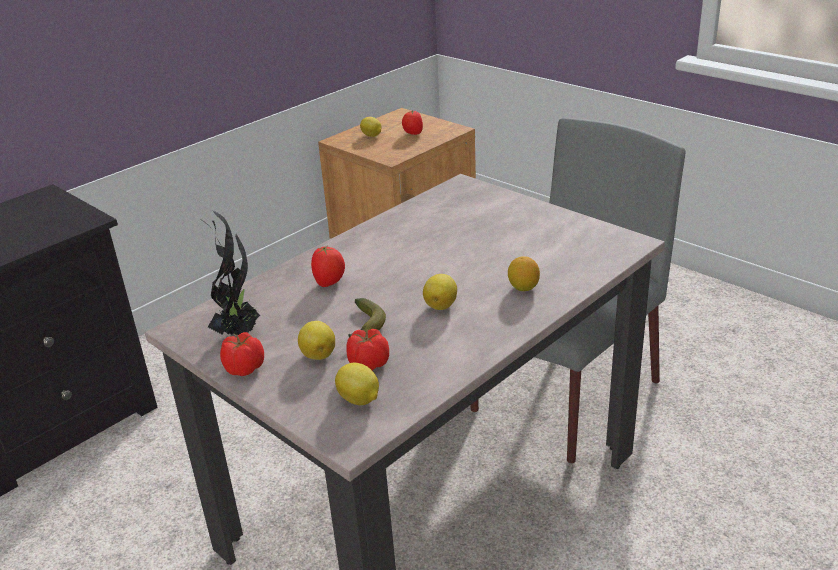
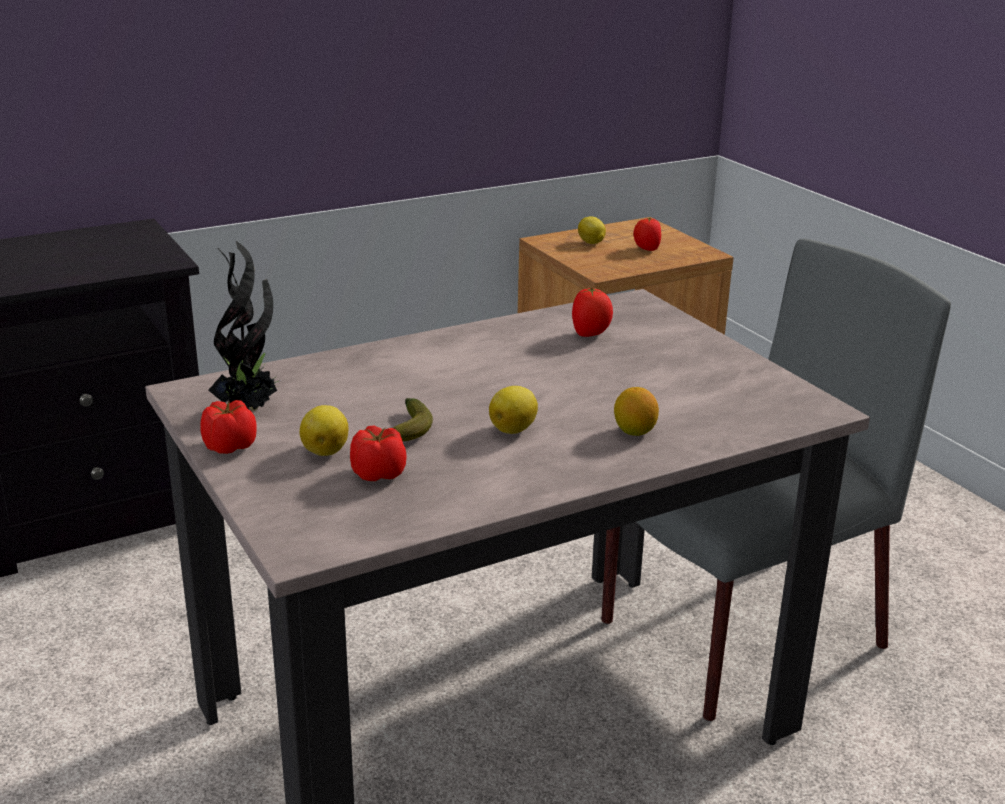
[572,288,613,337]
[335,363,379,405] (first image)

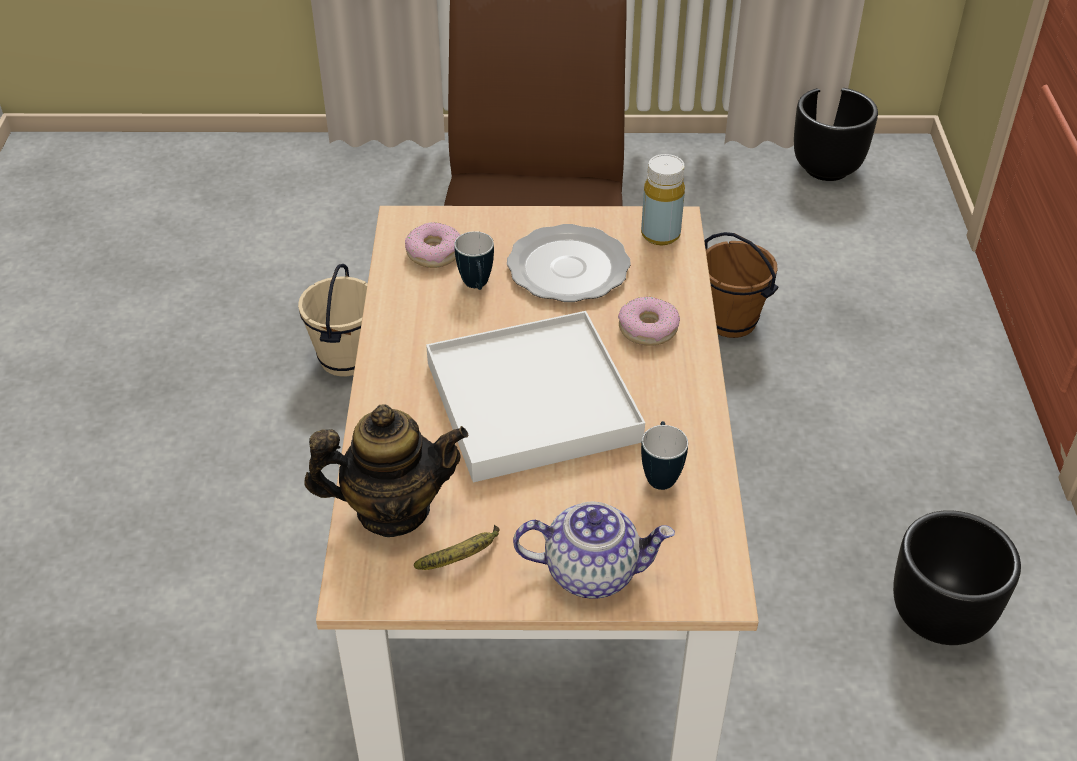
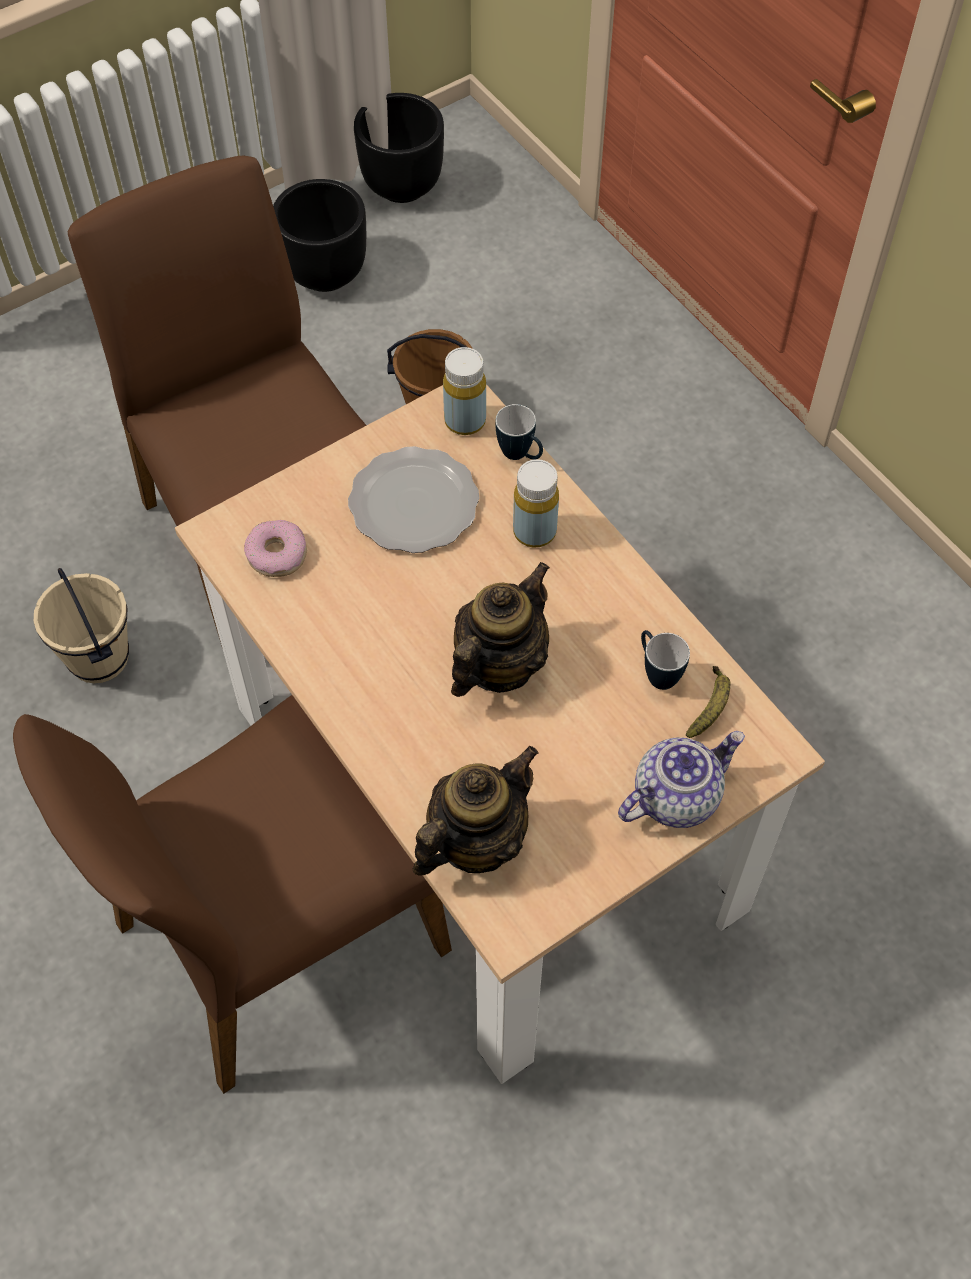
[13,695,452,1094]
[273,179,366,292]
[451,562,550,697]
[495,404,543,460]
[513,459,559,547]
[686,666,730,738]

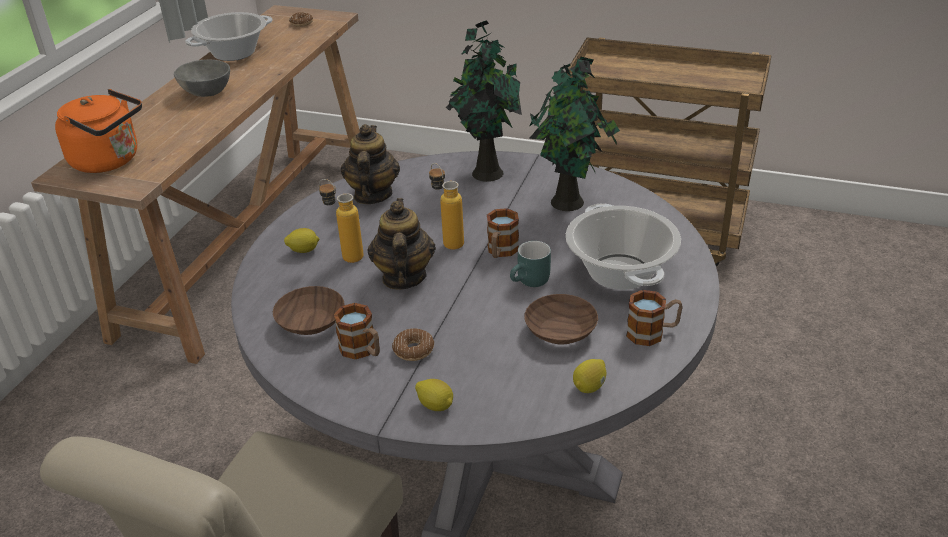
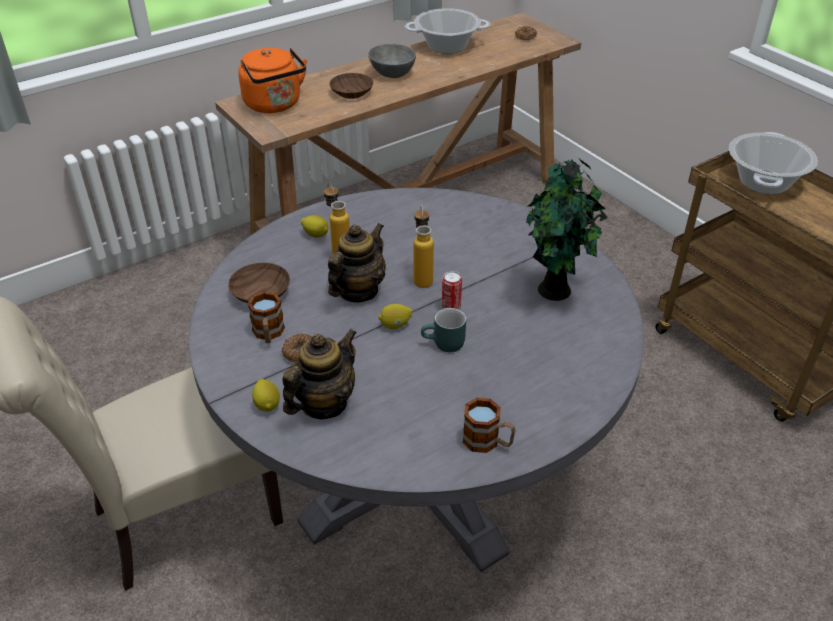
[282,329,357,419]
[330,73,373,99]
[378,304,412,329]
[442,271,462,309]
[729,132,818,194]
[446,20,522,182] (first image)

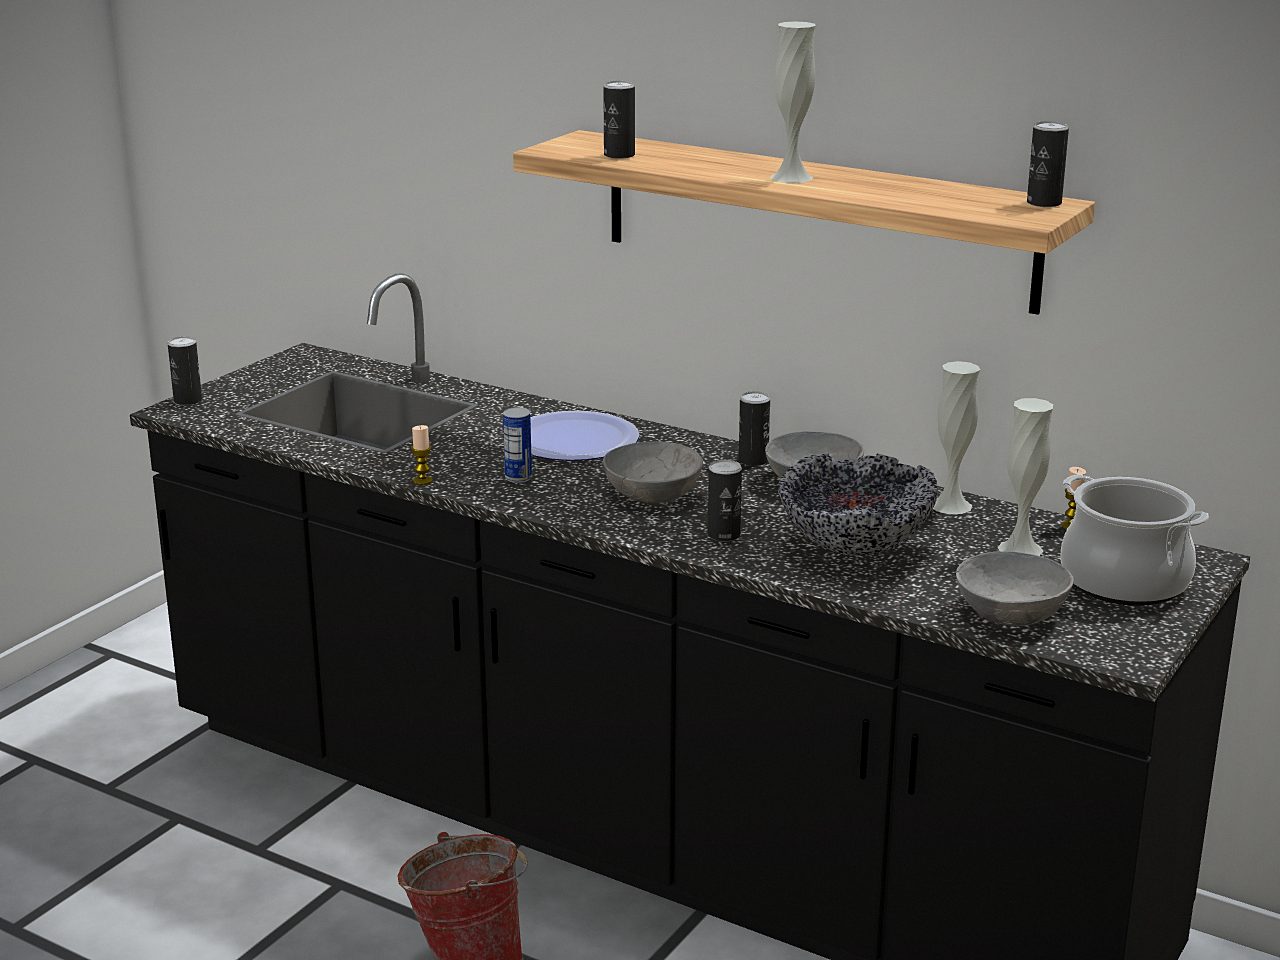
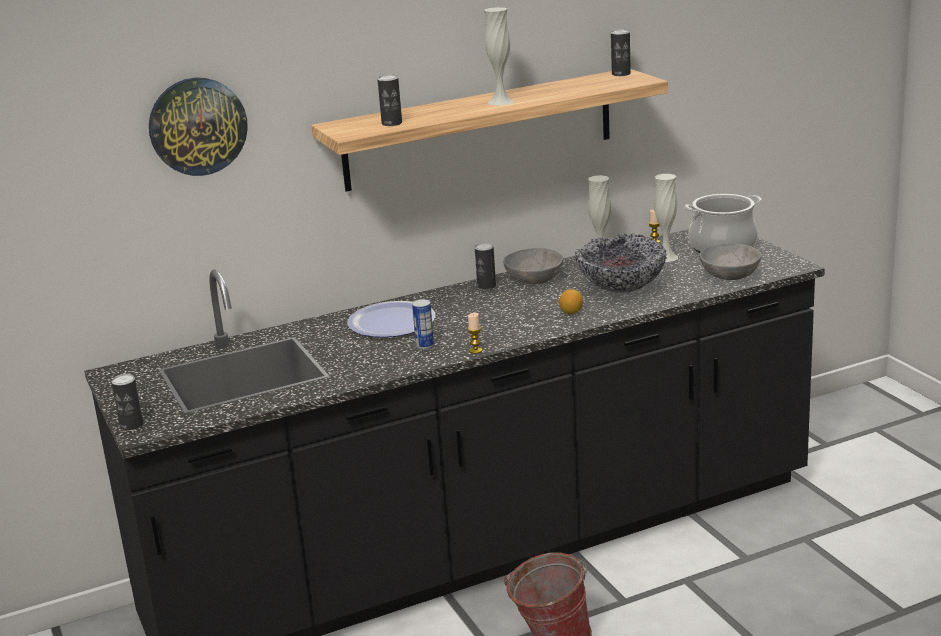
[149,78,248,176]
[467,313,482,354]
[559,289,583,315]
[603,441,703,503] (first image)

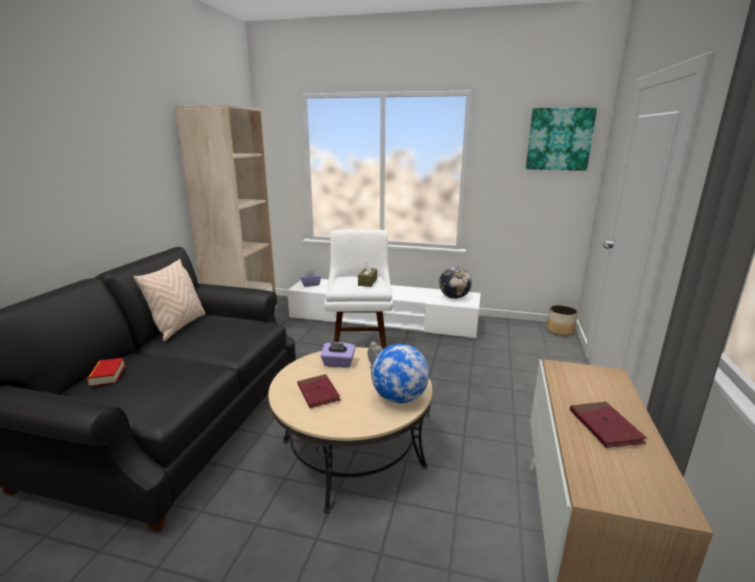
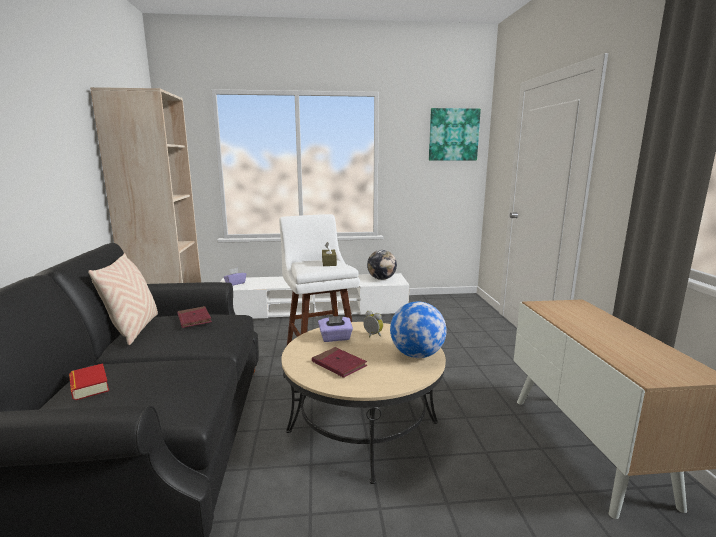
[177,306,212,328]
[546,305,578,336] (first image)

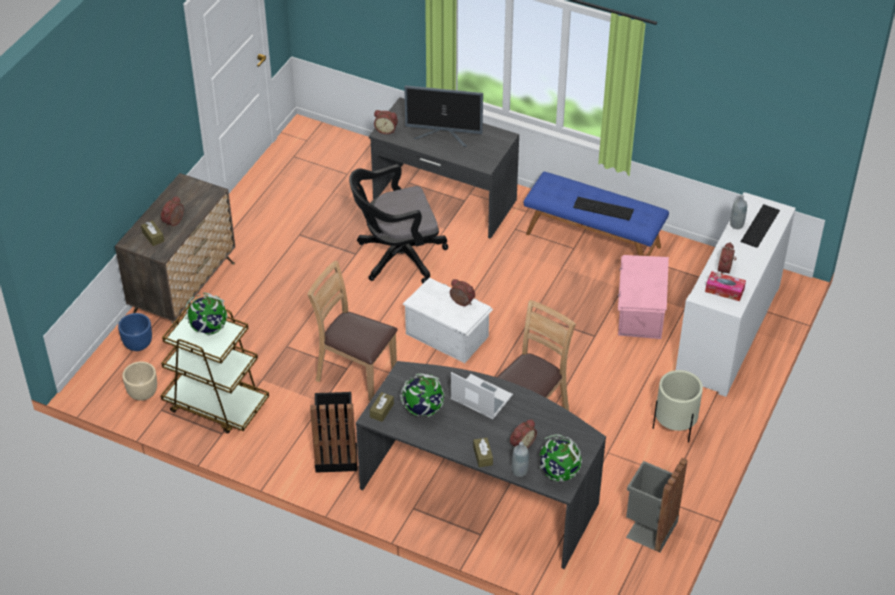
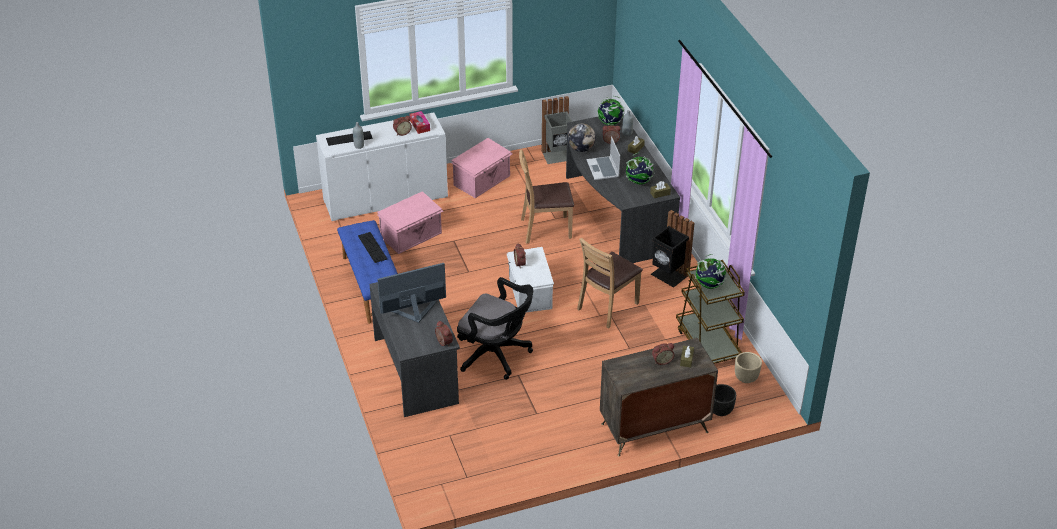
[377,263,446,323]
[451,138,512,198]
[567,123,596,152]
[577,237,643,329]
[713,384,736,416]

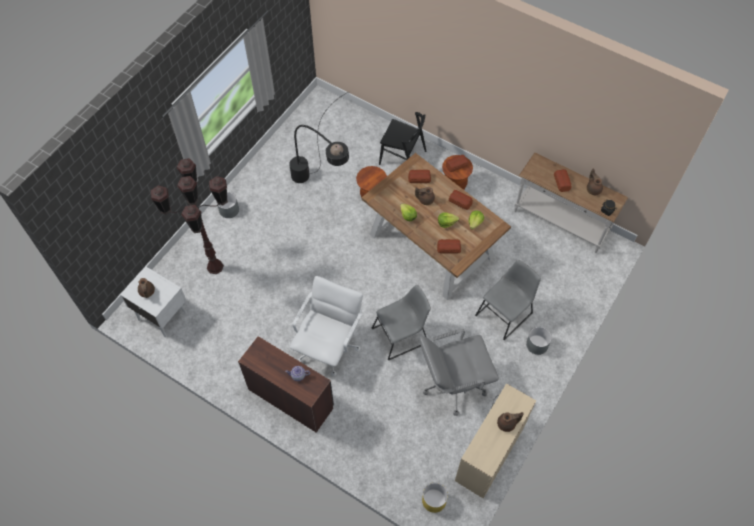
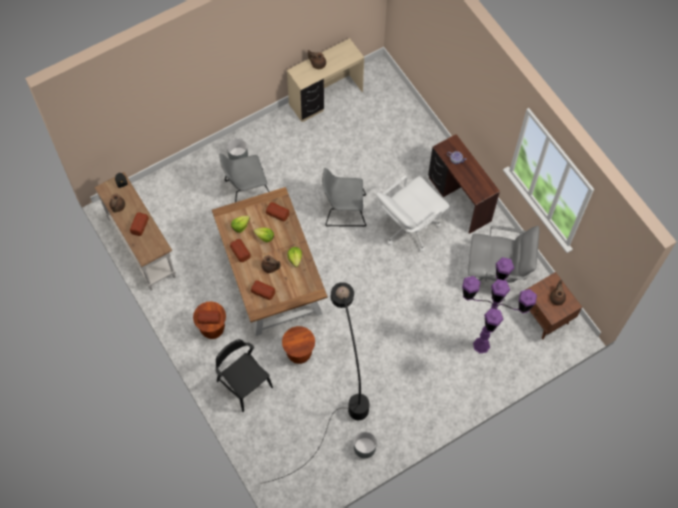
[354,431,377,458]
[462,257,537,353]
[468,226,539,302]
[526,272,582,339]
[422,483,448,513] (first image)

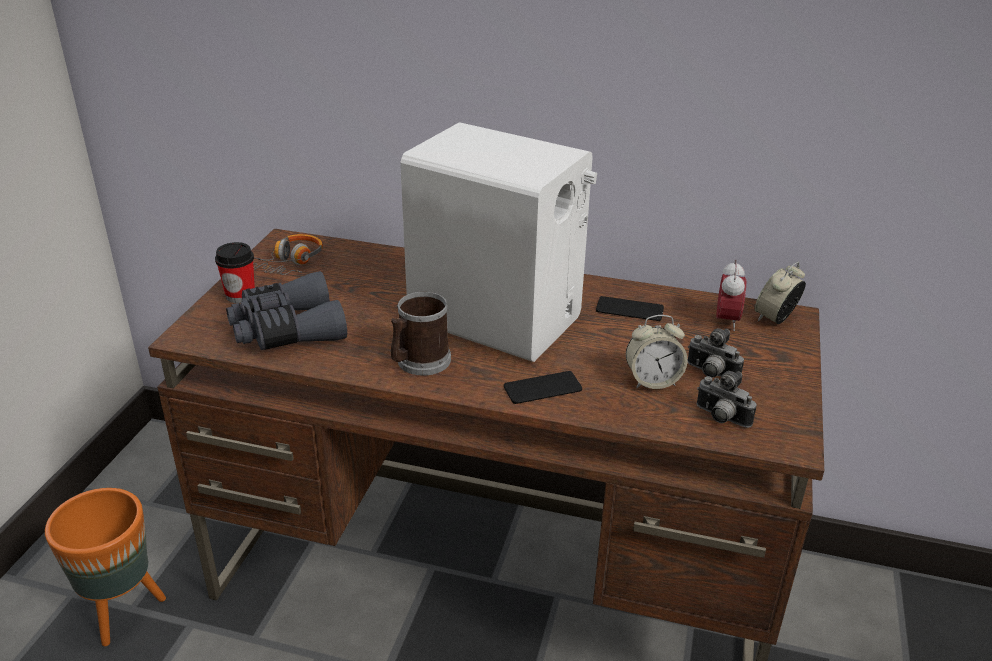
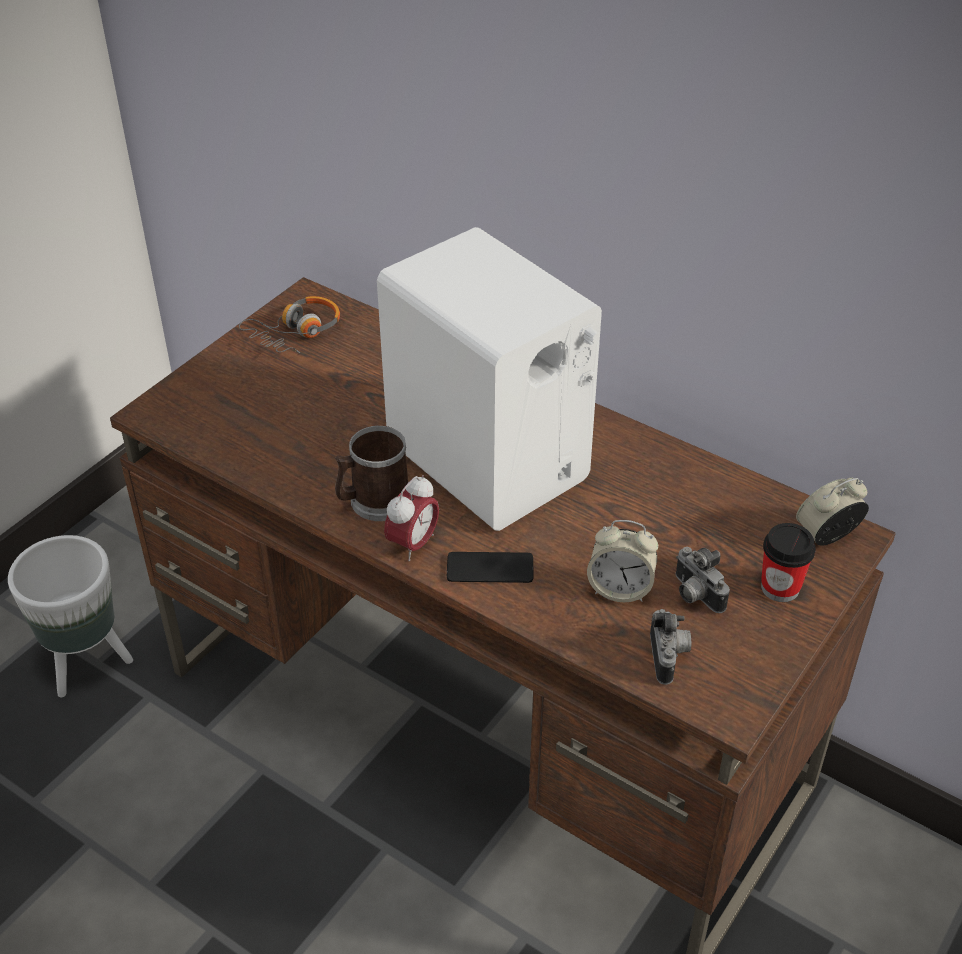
[8,535,133,697]
[384,475,439,561]
[650,609,691,685]
[761,523,816,602]
[226,271,347,350] (first image)
[596,296,664,321] (first image)

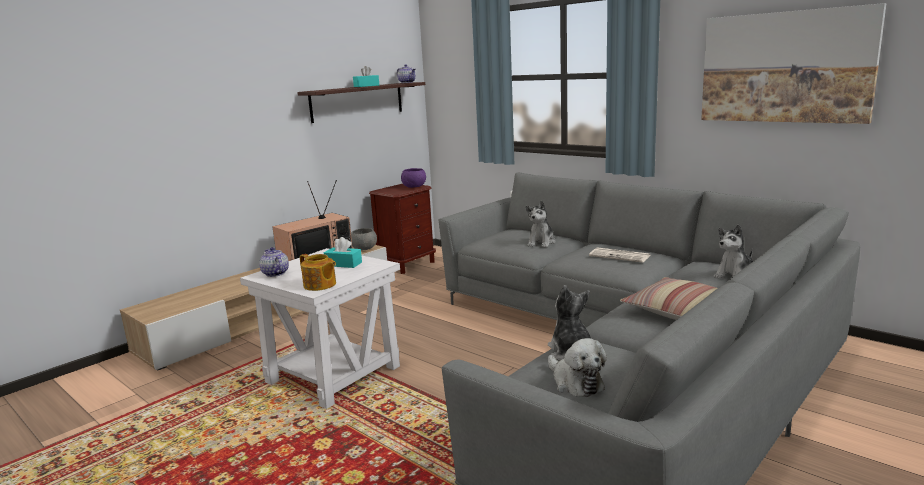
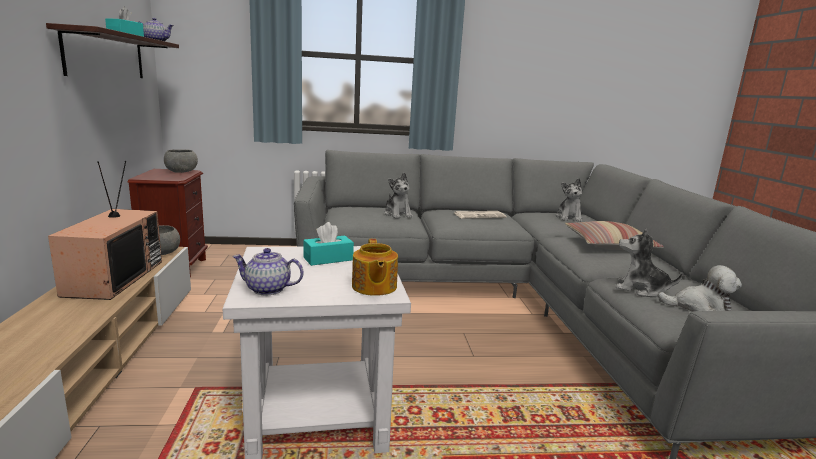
[164,149,198,173]
[352,239,398,296]
[701,3,886,124] (first image)

